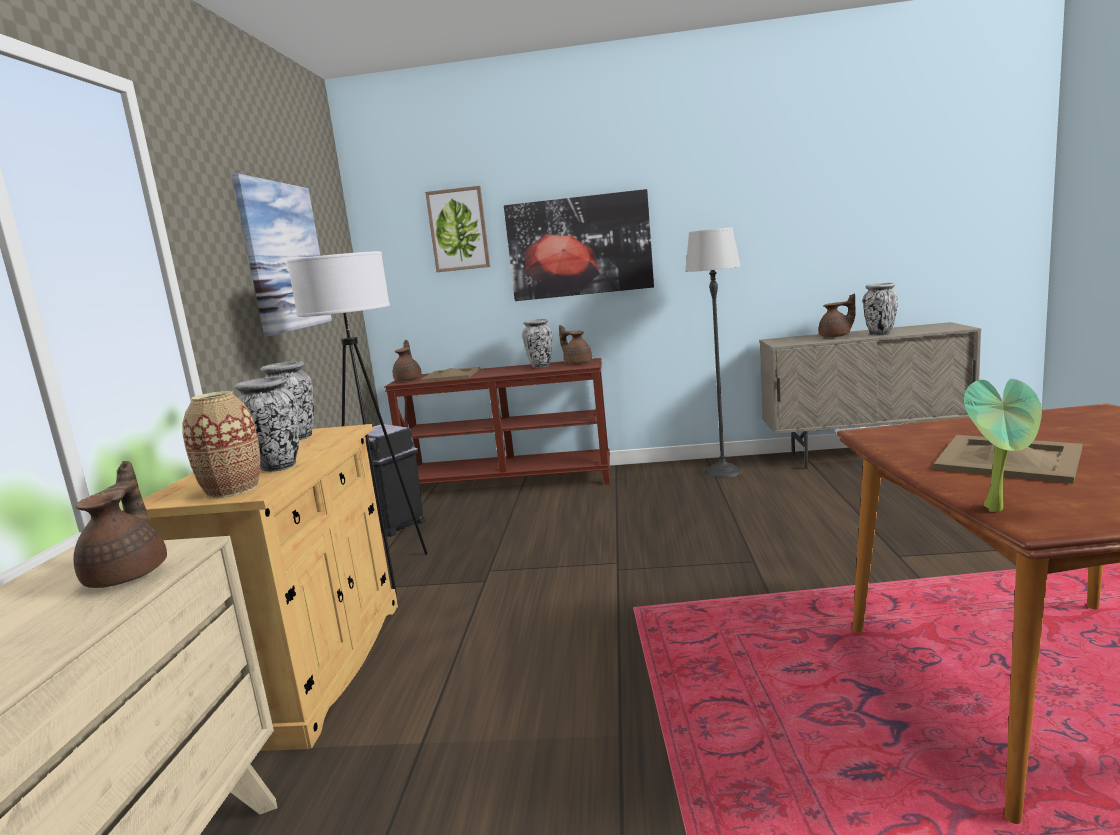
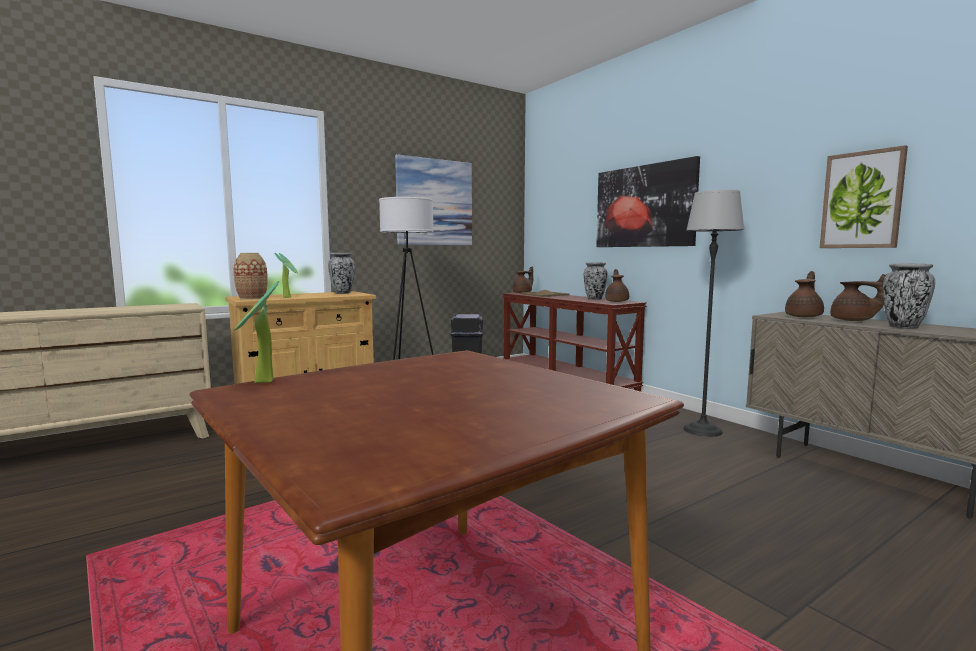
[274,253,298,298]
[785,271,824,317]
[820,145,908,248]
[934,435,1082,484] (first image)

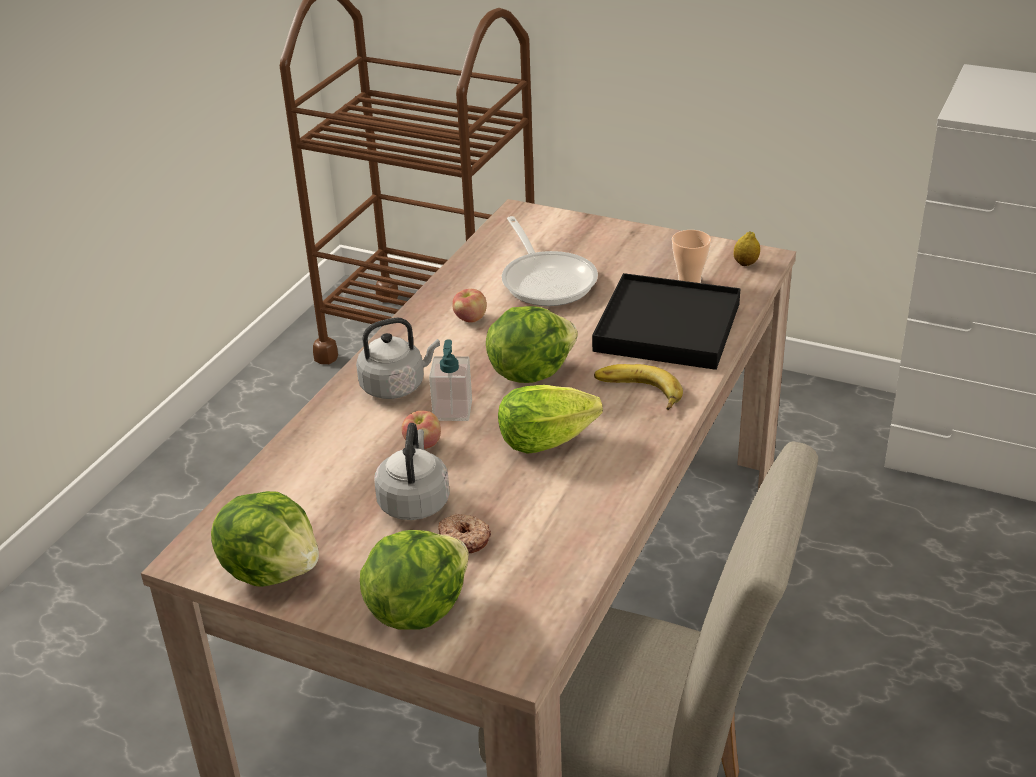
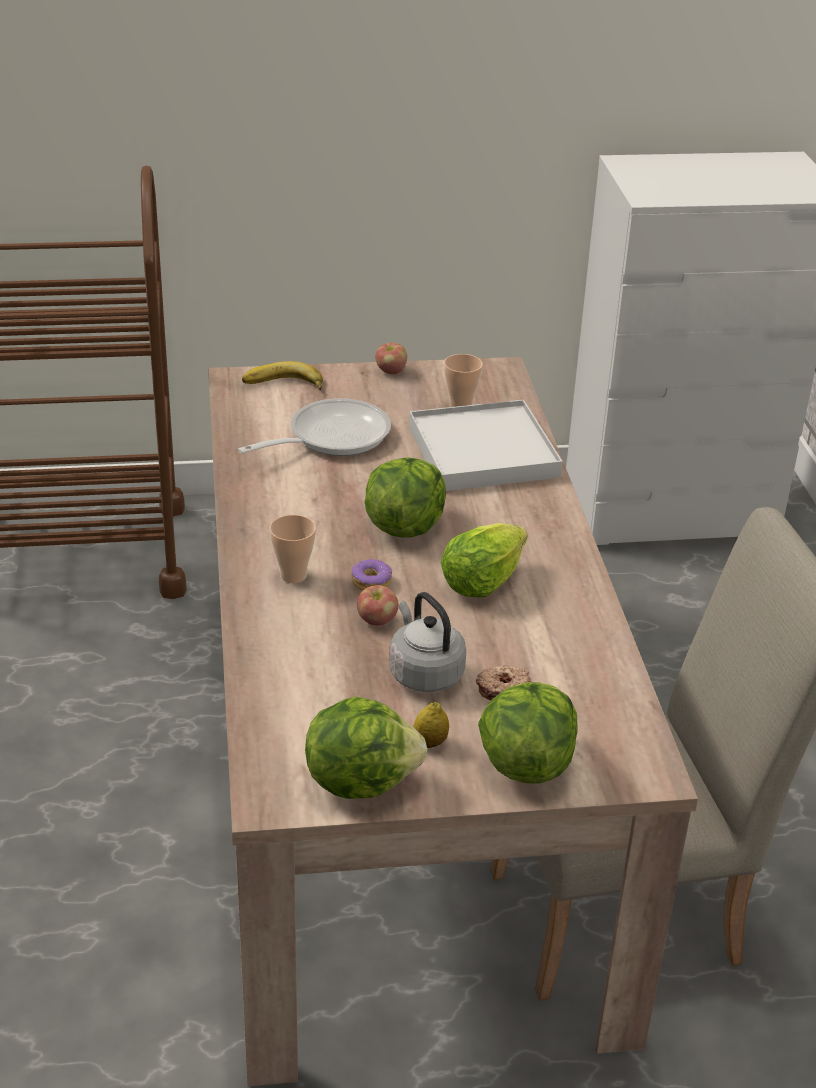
[238,398,391,456]
[242,361,323,390]
[269,515,316,583]
[351,559,393,590]
[375,343,407,374]
[409,400,563,491]
[413,702,449,748]

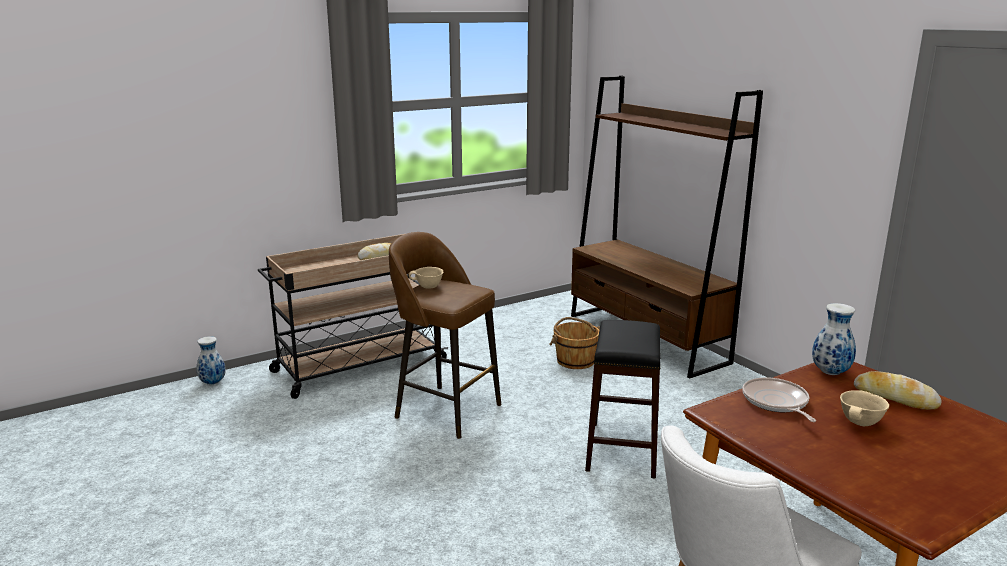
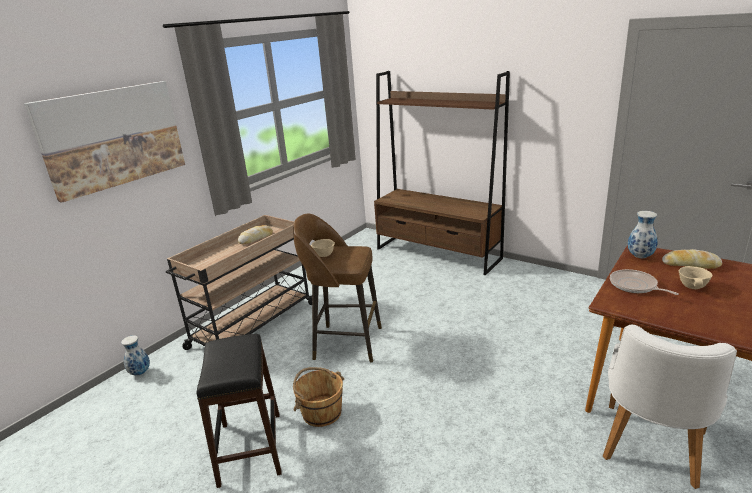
[24,81,185,203]
[196,334,282,488]
[293,367,344,427]

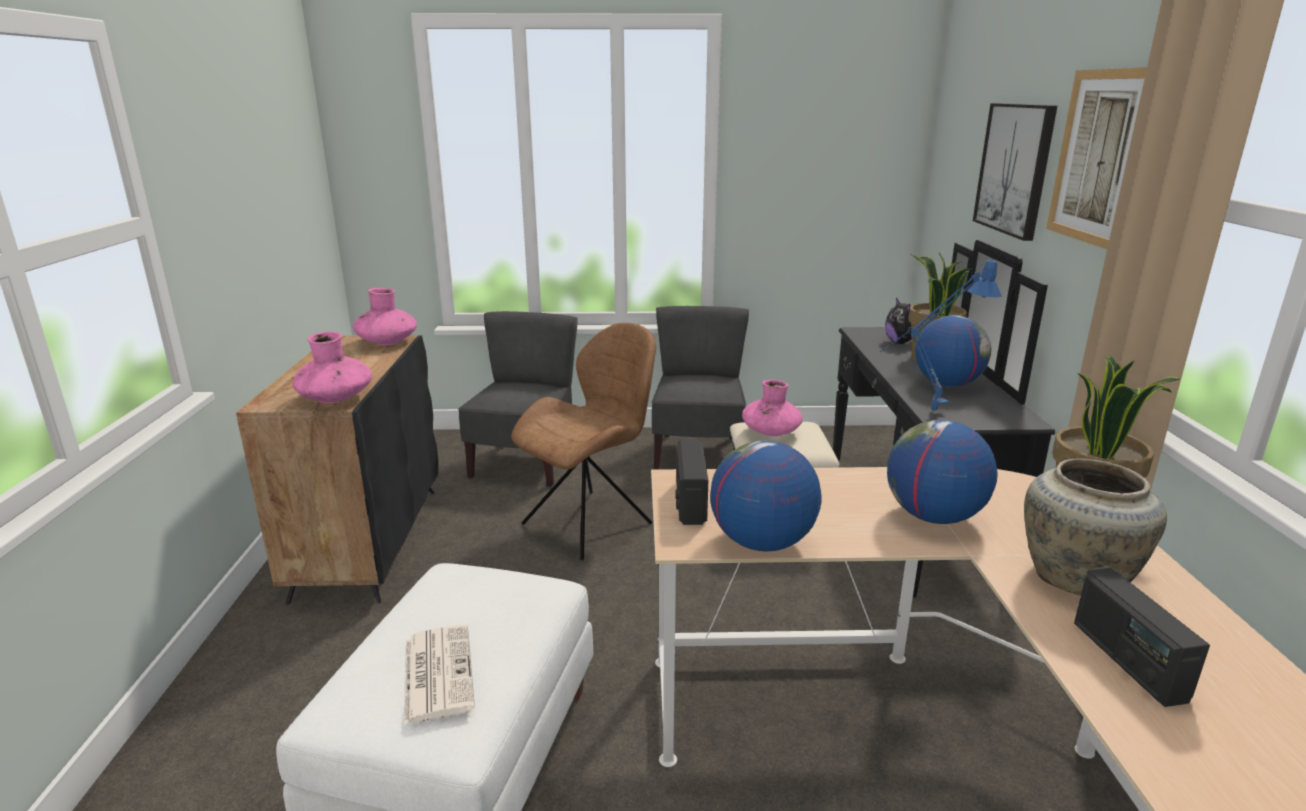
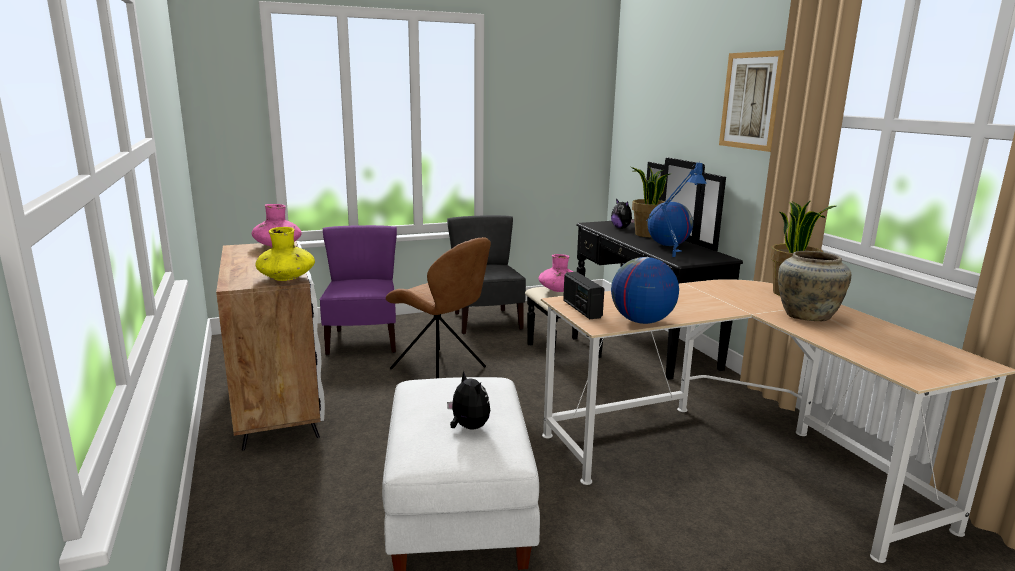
[216,241,325,451]
[255,227,315,281]
[320,225,397,355]
[386,237,491,378]
[447,371,490,430]
[887,420,998,524] (first image)
[973,103,1057,241] (first image)
[1074,568,1210,707] (first image)

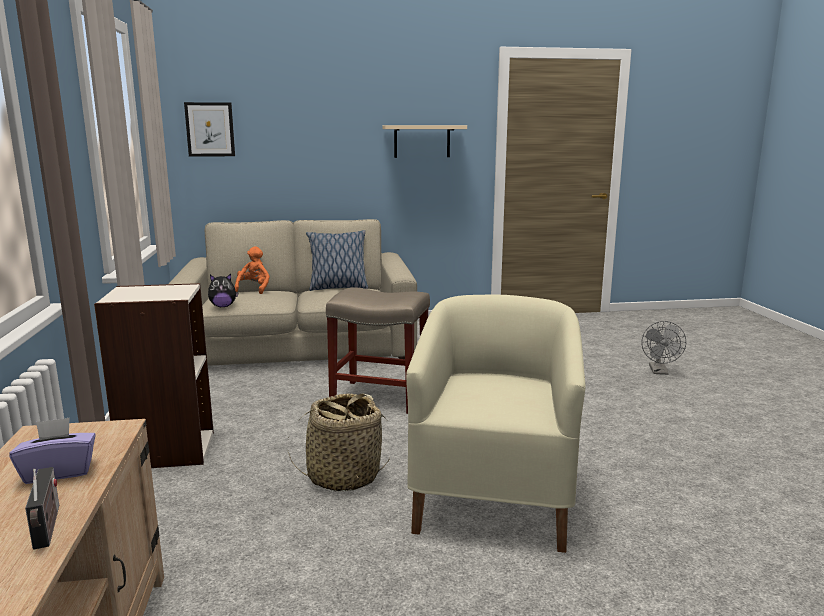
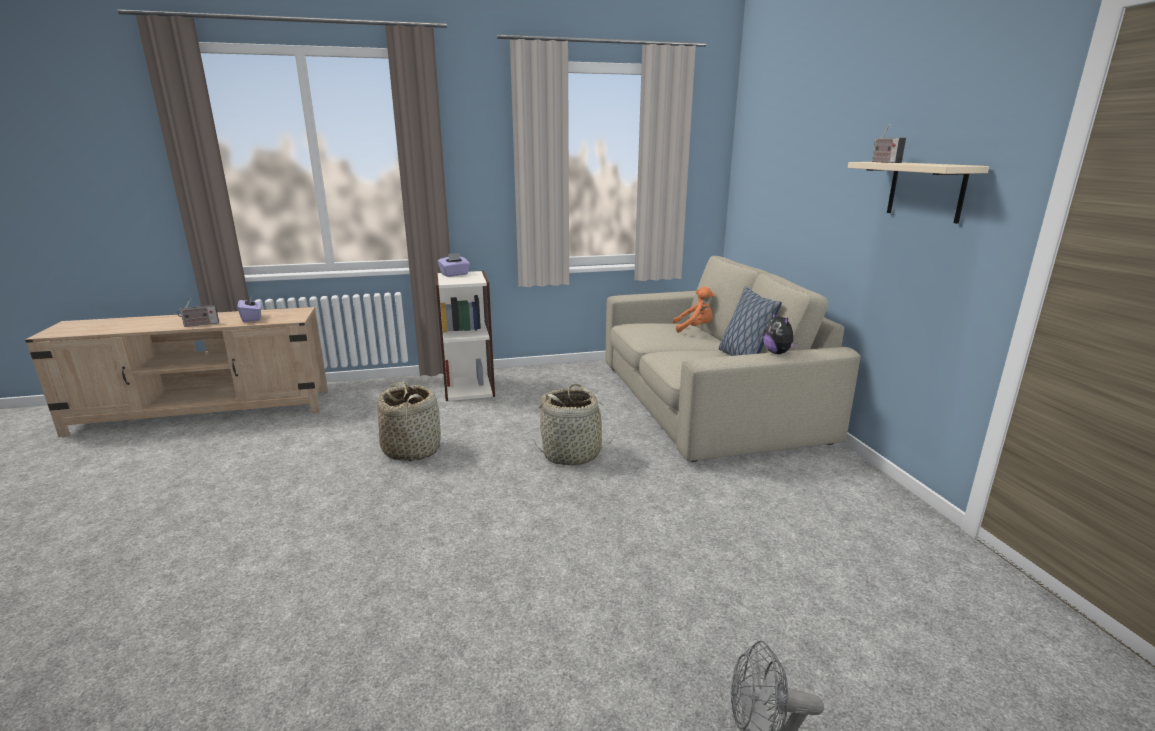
[438,253,470,277]
[534,383,616,465]
[763,311,798,354]
[872,124,906,163]
[184,102,235,157] (first image)
[406,295,586,553] (first image)

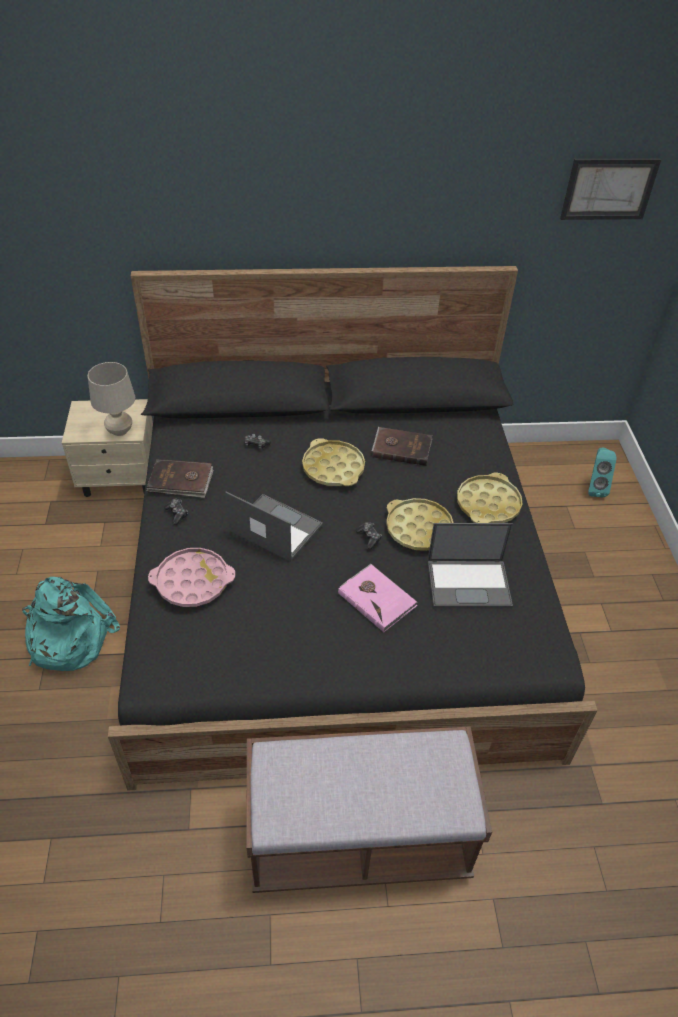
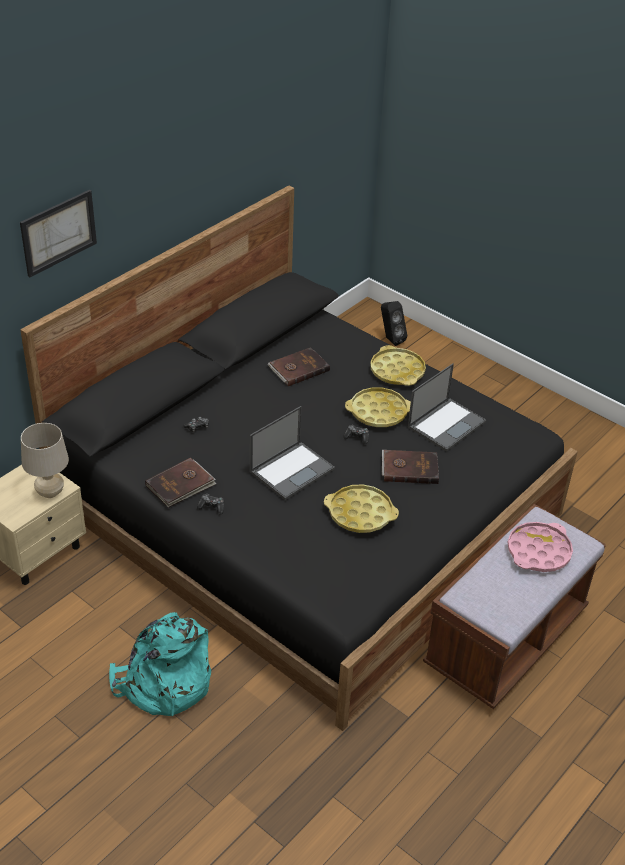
[20,190,97,277]
[250,406,335,500]
[324,484,399,533]
[381,301,407,346]
[382,450,439,484]
[508,522,573,572]

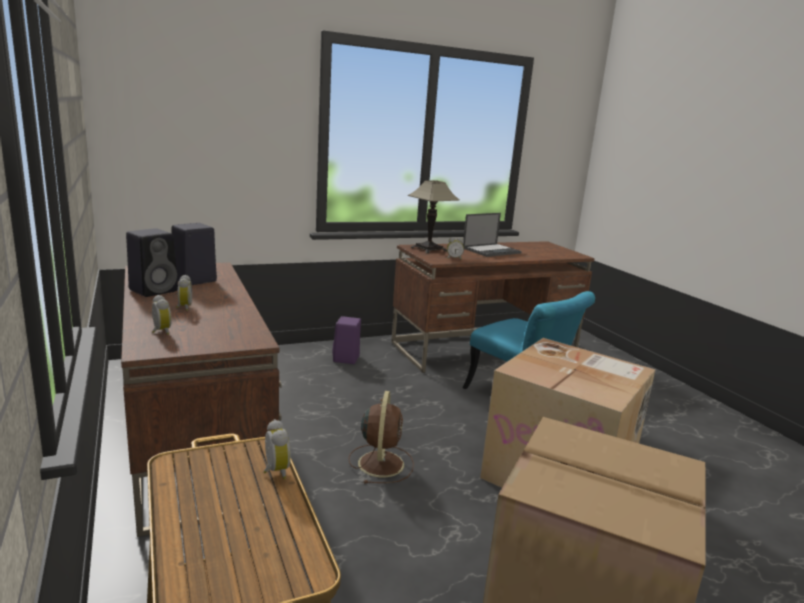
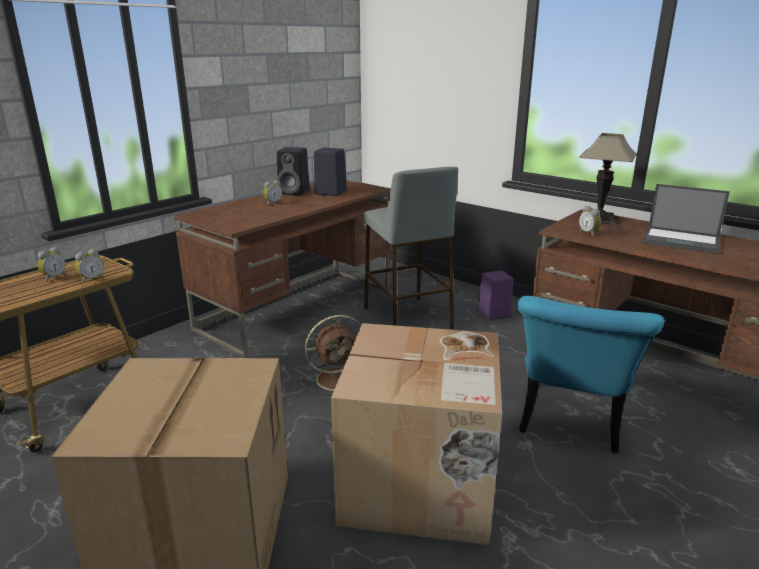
[37,247,66,282]
[364,167,458,329]

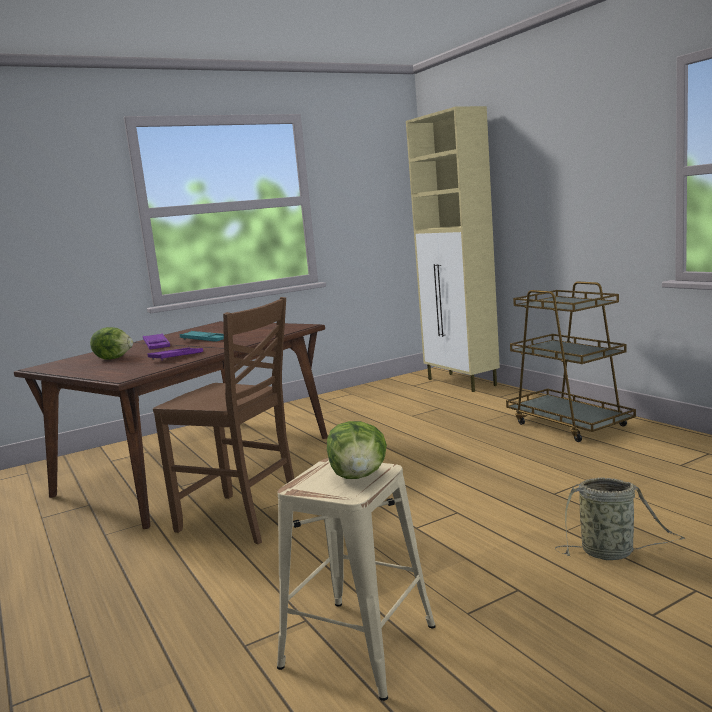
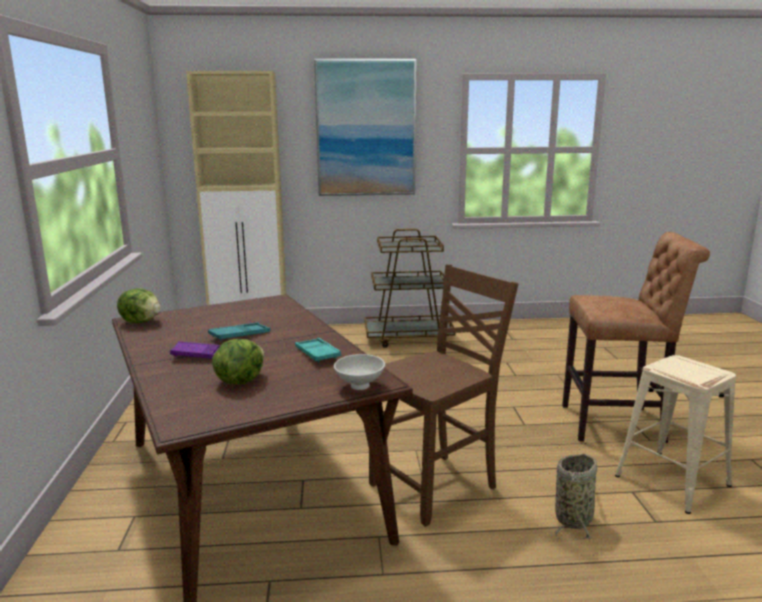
[117,288,161,323]
[295,338,341,362]
[314,59,417,196]
[334,354,385,390]
[555,454,597,540]
[562,232,710,443]

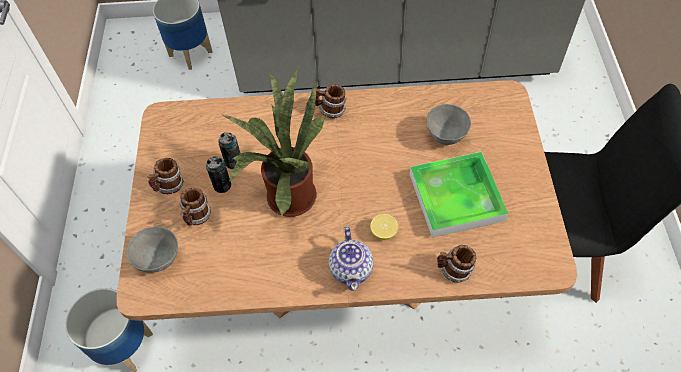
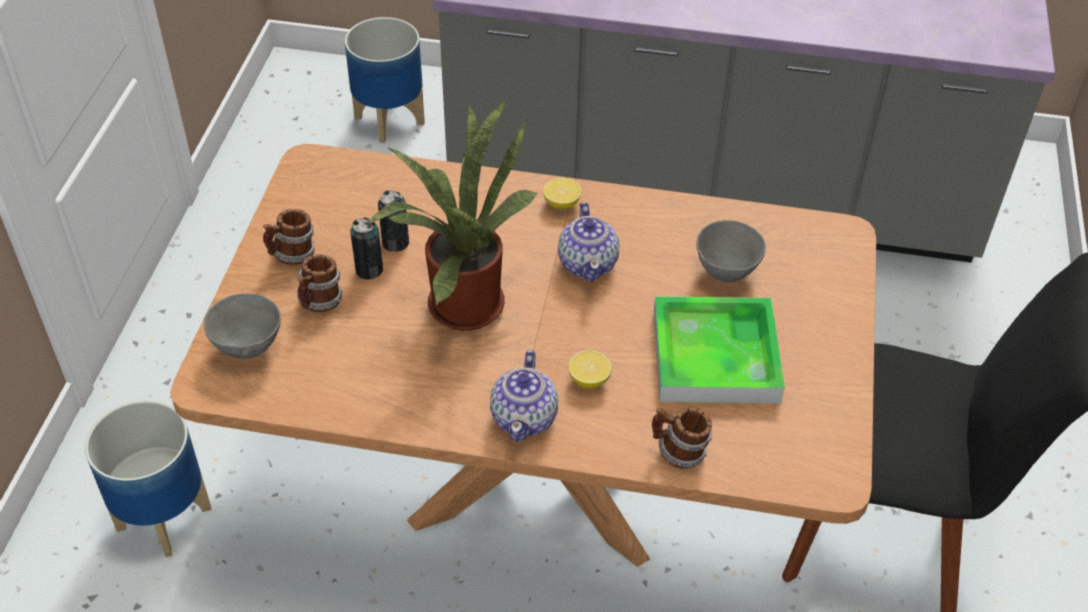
[543,178,581,209]
[558,202,620,282]

